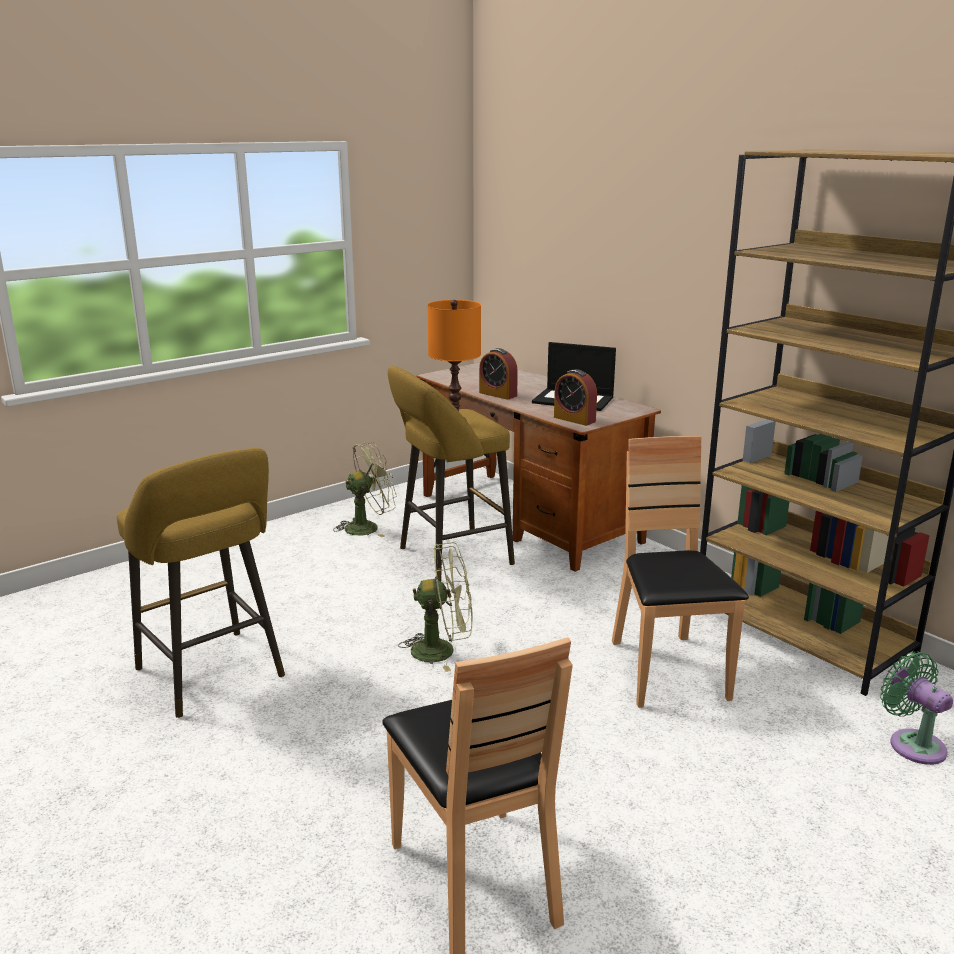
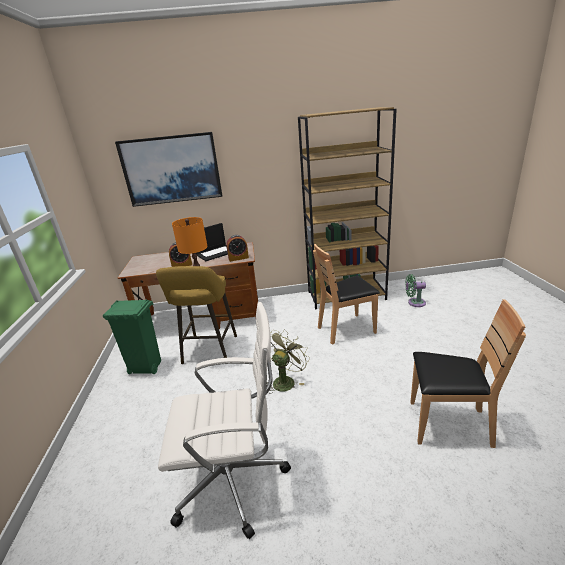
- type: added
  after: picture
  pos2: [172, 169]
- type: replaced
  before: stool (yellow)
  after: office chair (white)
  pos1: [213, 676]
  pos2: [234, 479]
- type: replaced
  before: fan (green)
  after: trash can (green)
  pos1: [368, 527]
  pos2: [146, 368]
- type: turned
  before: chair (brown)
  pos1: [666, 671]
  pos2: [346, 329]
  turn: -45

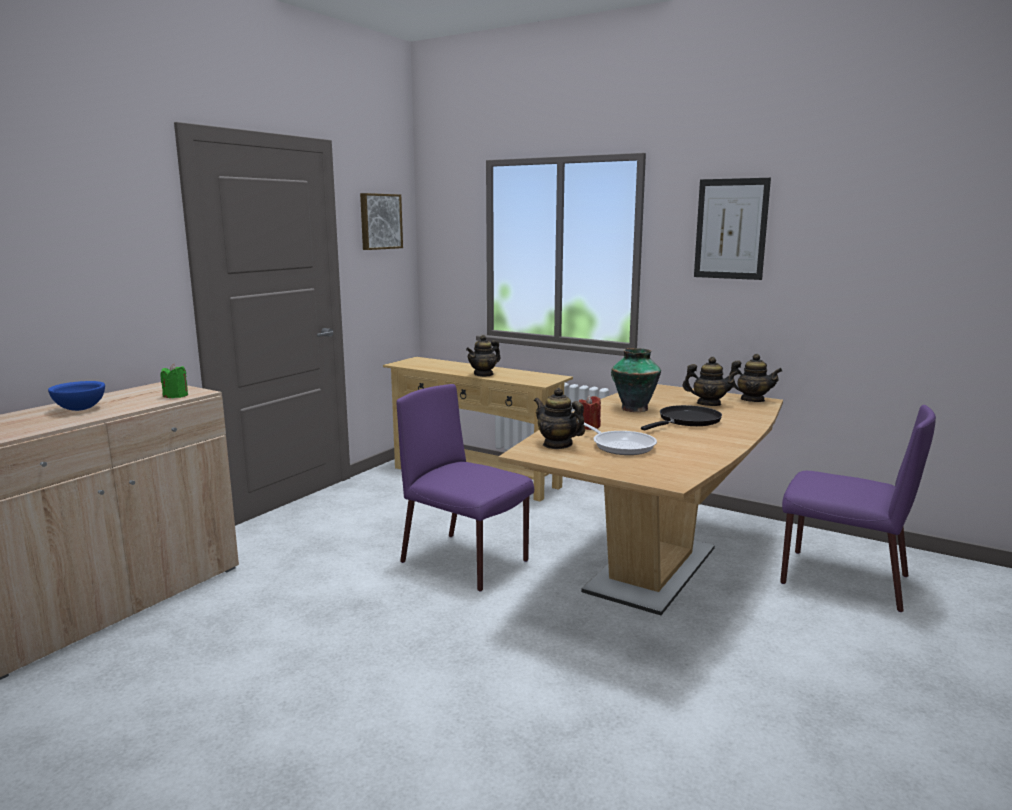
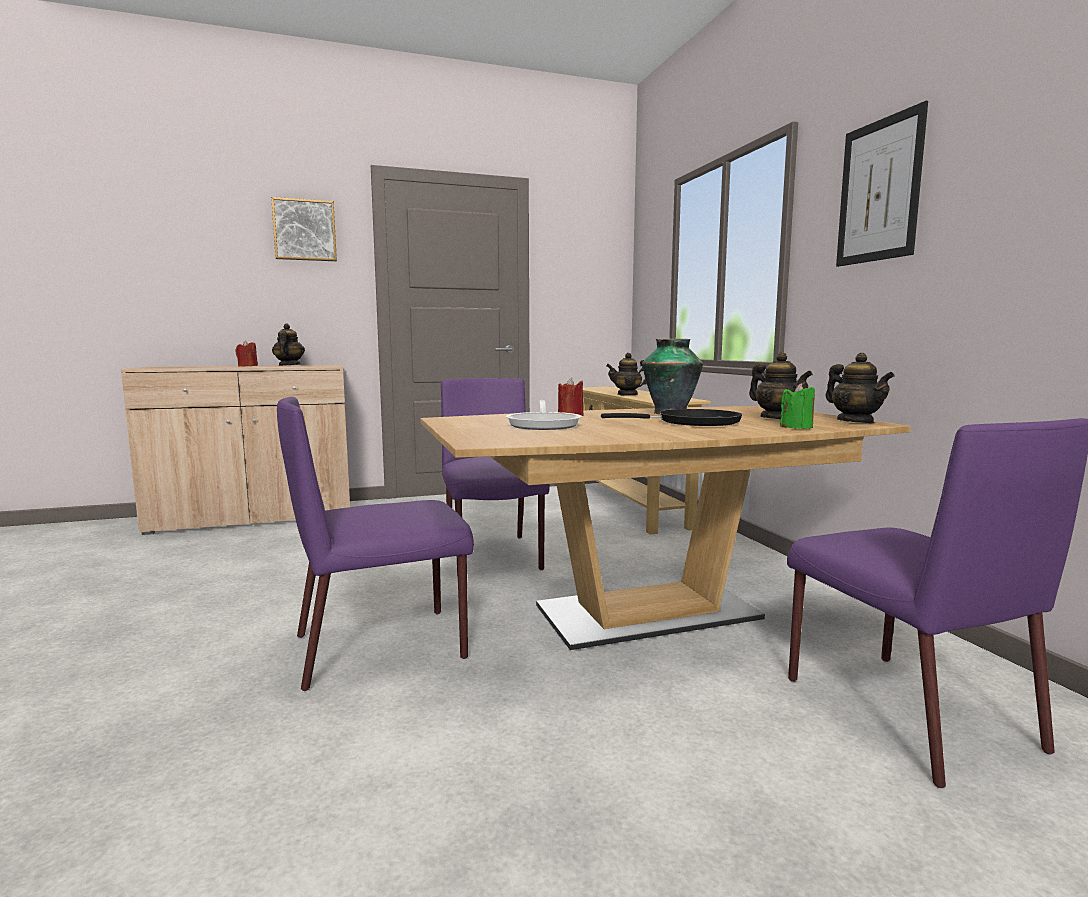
- type: added
  after: chair (purple)
  pos2: [383, 646]
- type: moved
  before: candle (green)
  pos1: [176, 396]
  pos2: [796, 427]
- type: moved
  before: picture
  pos1: [379, 221]
  pos2: [305, 230]
- type: moved
  before: teapot
  pos1: [557, 445]
  pos2: [289, 365]
- type: replaced
  before: bowl (blue)
  after: candle (red)
  pos1: [79, 409]
  pos2: [247, 366]

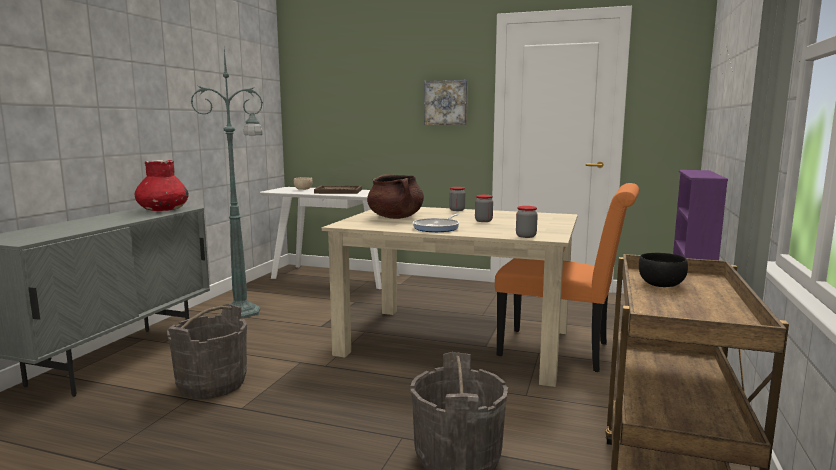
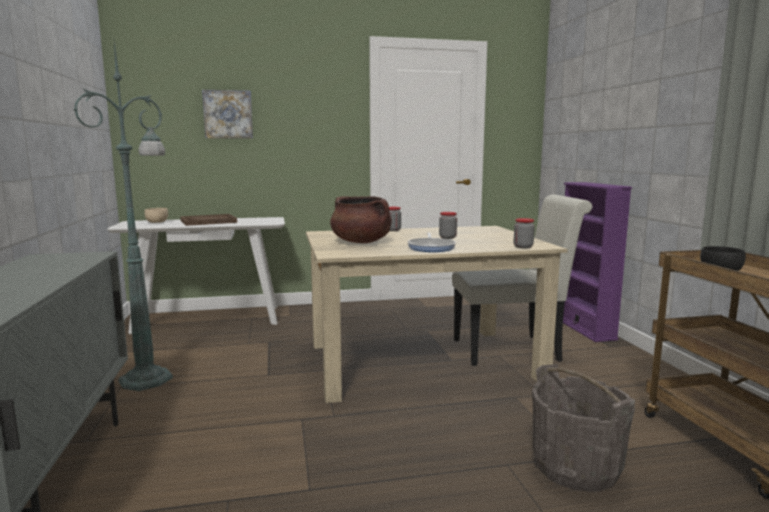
- type: removed
  before: vase (red)
  pos1: [163, 210]
- type: removed
  before: bucket (grey)
  pos1: [211, 384]
- type: moved
  before: picture
  pos1: [446, 103]
  pos2: [228, 114]
- type: recoloured
  before: chair (orange)
  after: chair (white)
  pos1: [562, 351]
  pos2: [513, 350]

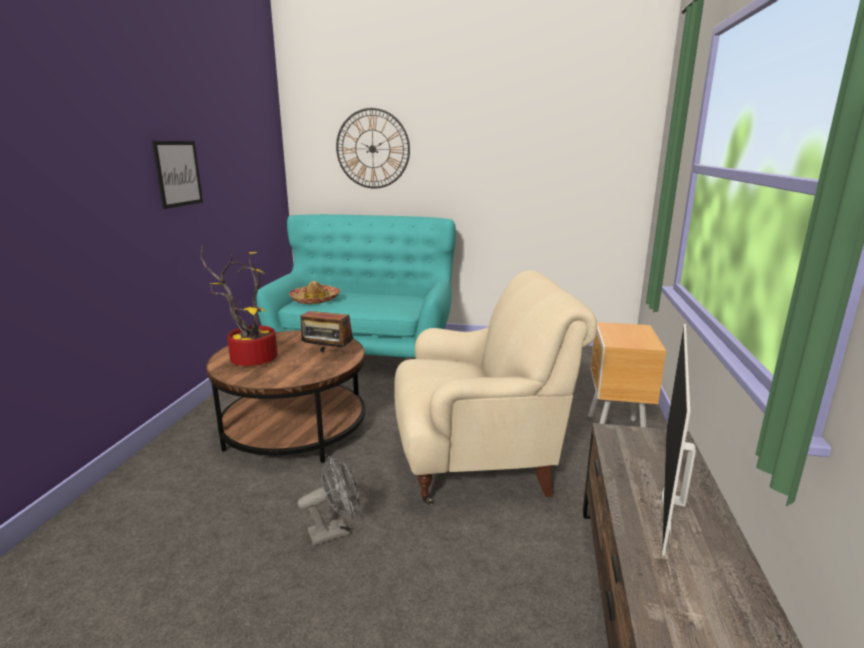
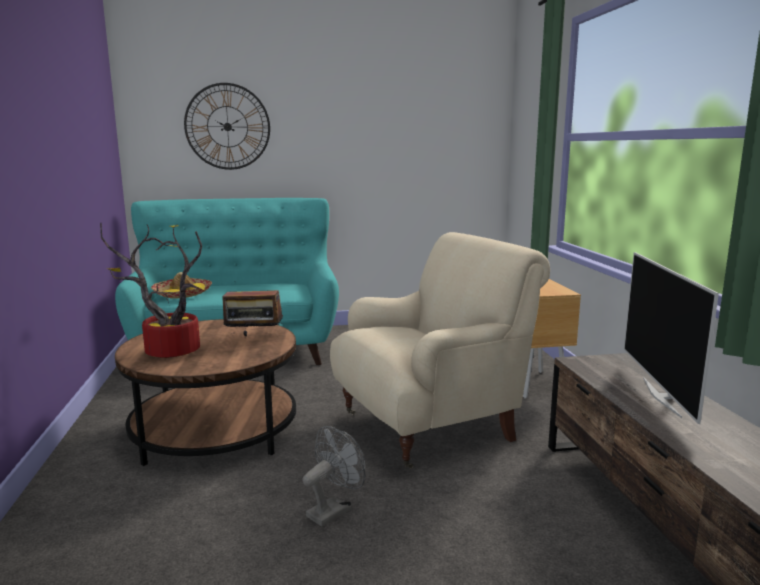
- type: removed
  before: picture
  pos1: [178, 173]

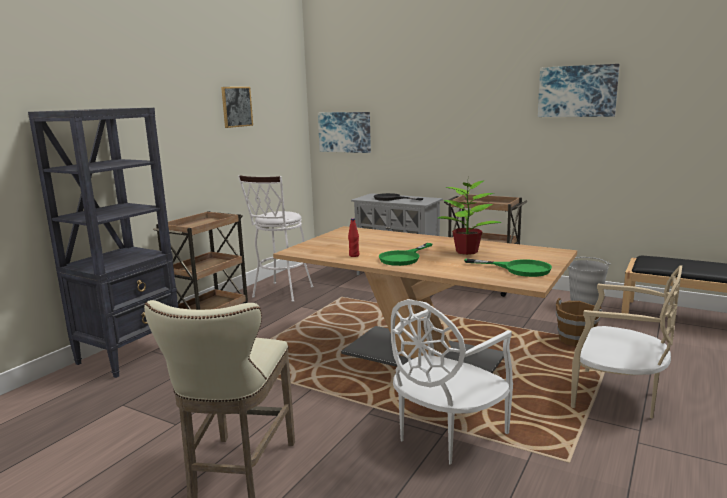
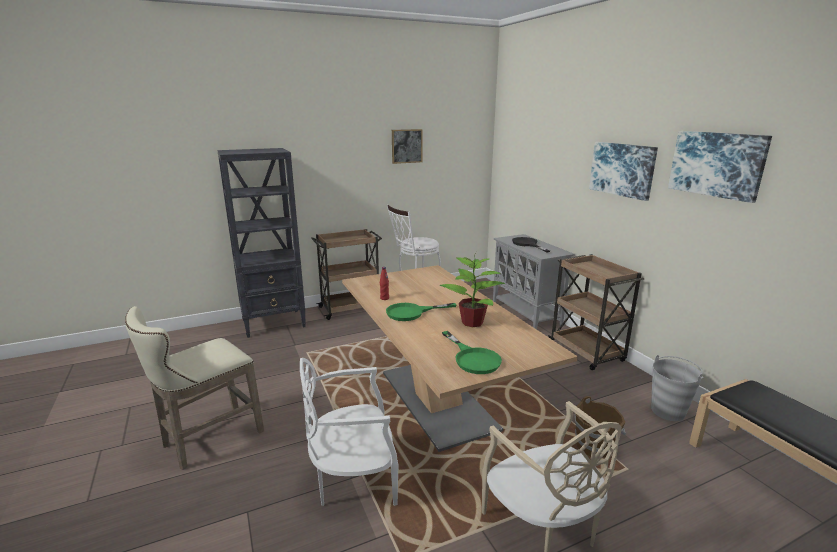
- type: moved
  before: picture
  pos1: [345, 132]
  pos2: [622, 169]

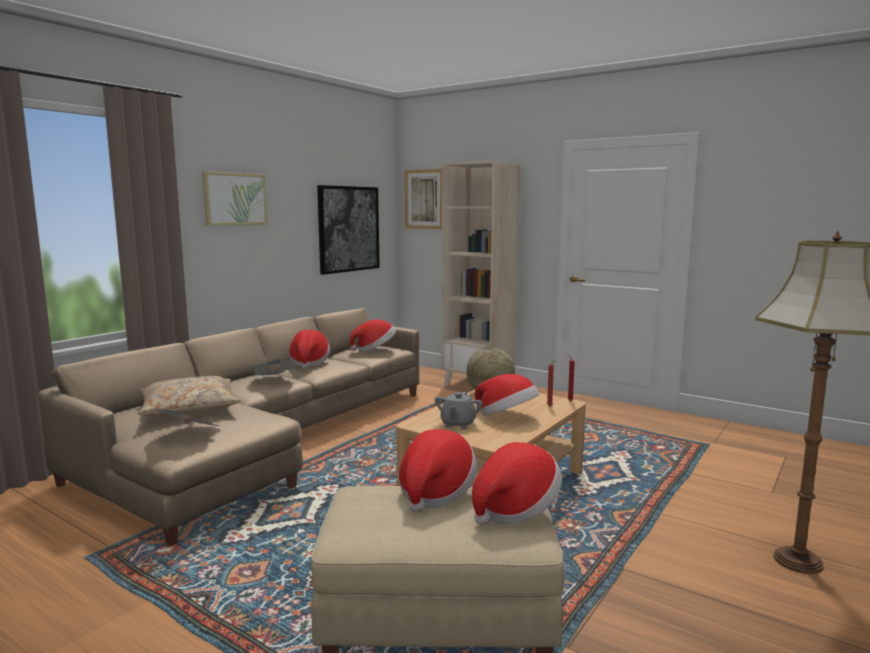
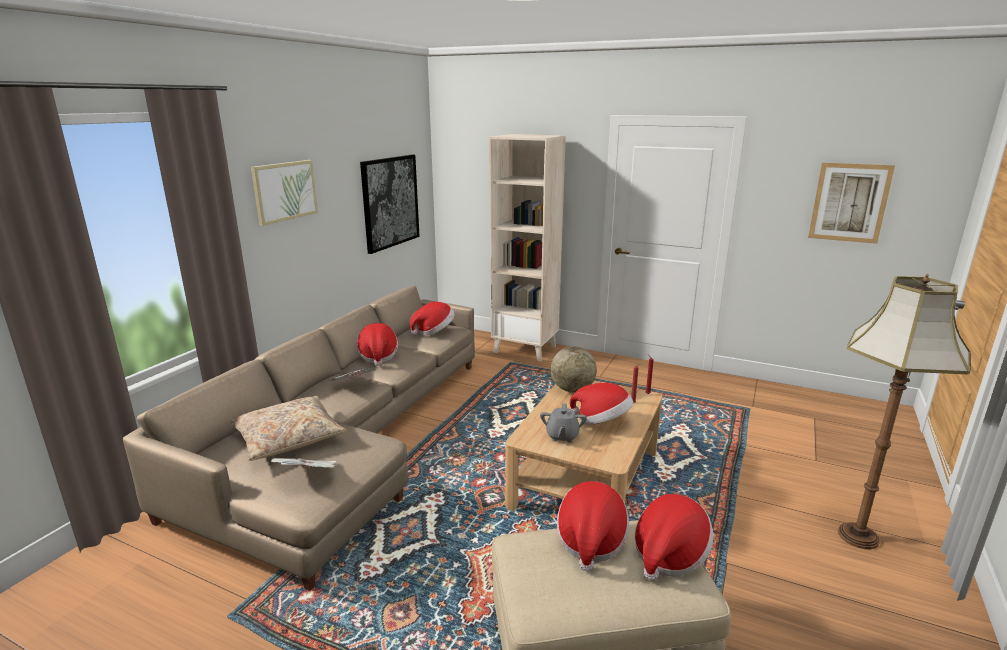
- type: moved
  before: picture
  pos1: [424, 199]
  pos2: [849, 202]

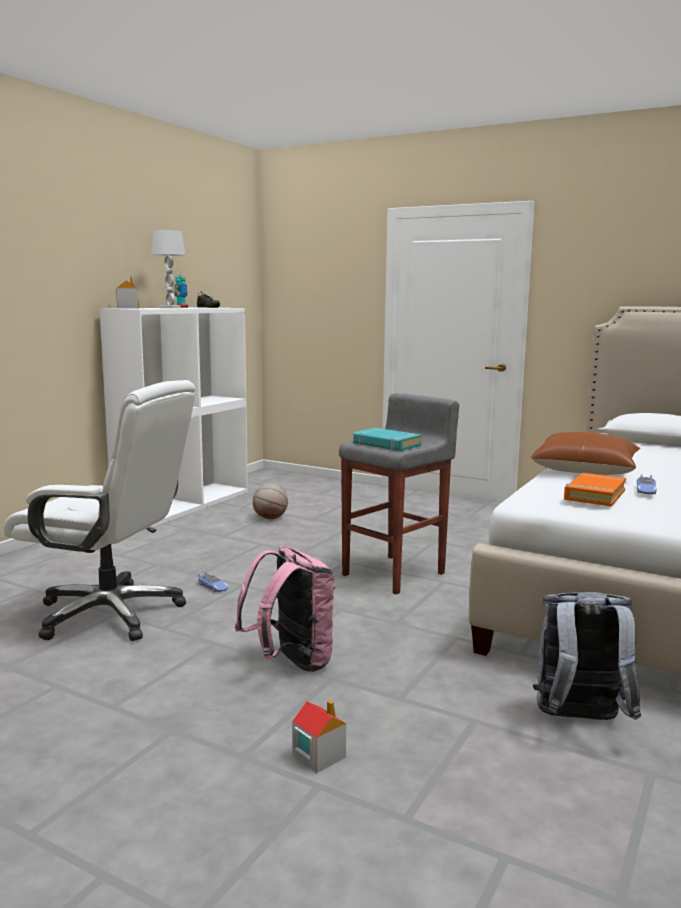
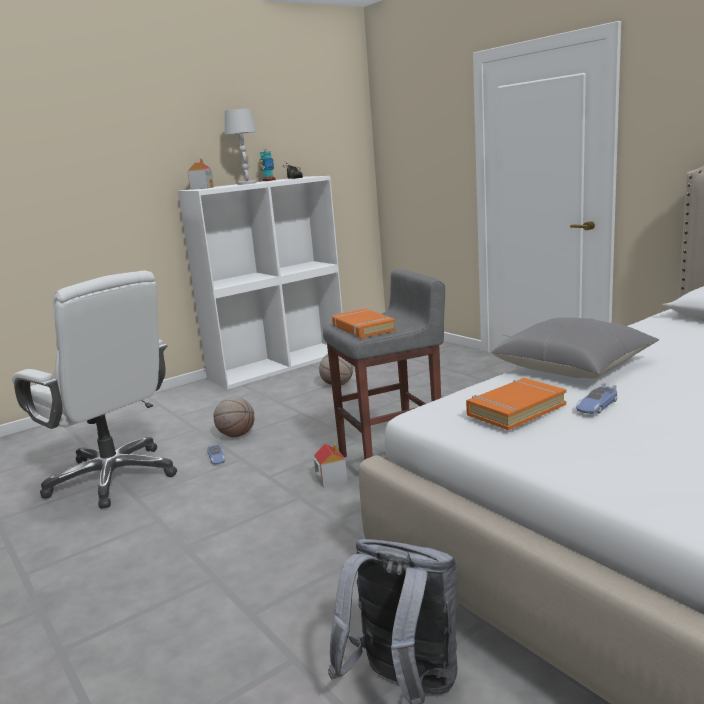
- type: removed
  before: backpack (pink)
  pos1: [291, 662]
- type: added
  after: basketball
  pos2: [237, 435]
- type: moved
  before: toy house
  pos1: [318, 756]
  pos2: [331, 479]
- type: recoloured
  before: book (turquoise)
  after: book (orange)
  pos1: [386, 444]
  pos2: [363, 328]
- type: recoloured
  before: pillow (brown)
  after: pillow (grey)
  pos1: [585, 470]
  pos2: [574, 366]

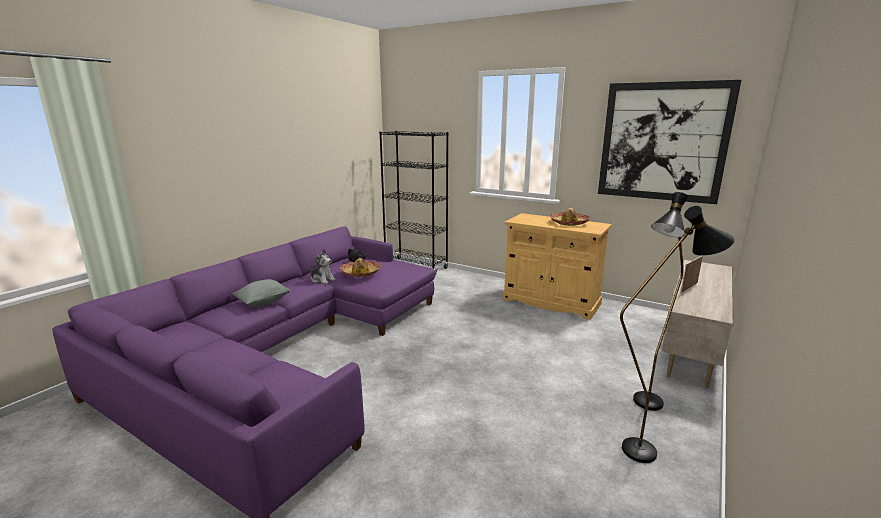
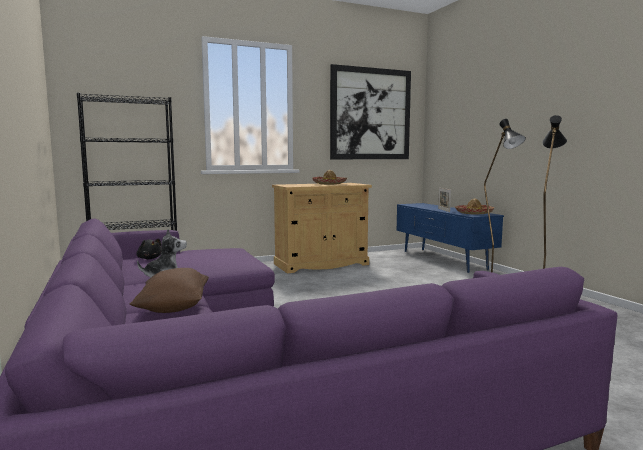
- type: moved
  before: hat
  pos1: [360, 273]
  pos2: [474, 213]
- type: recoloured
  before: pillow (grey)
  after: pillow (brown)
  pos1: [263, 302]
  pos2: [173, 308]
- type: recoloured
  before: tv stand (beige)
  after: tv stand (blue)
  pos1: [691, 349]
  pos2: [442, 260]

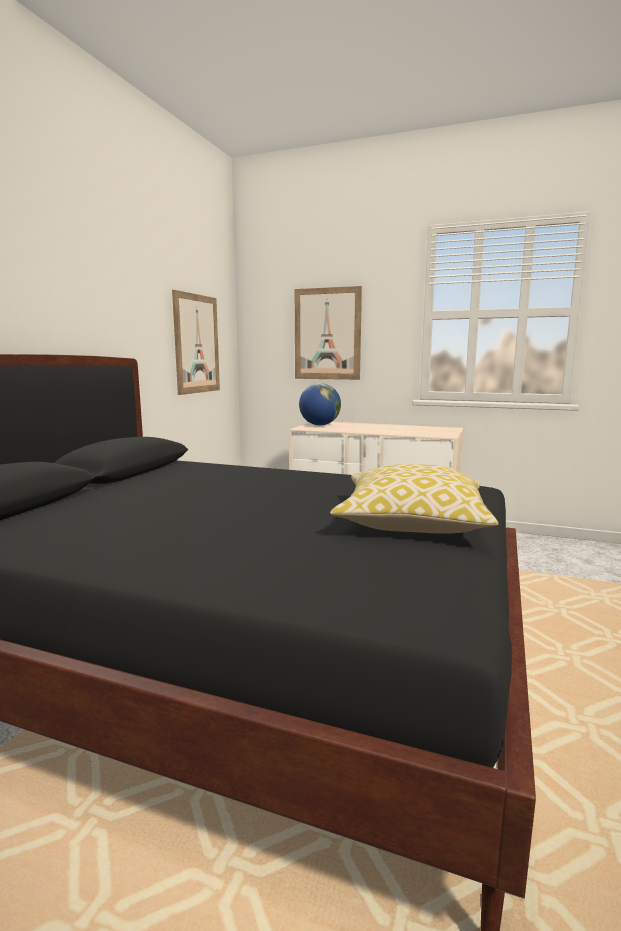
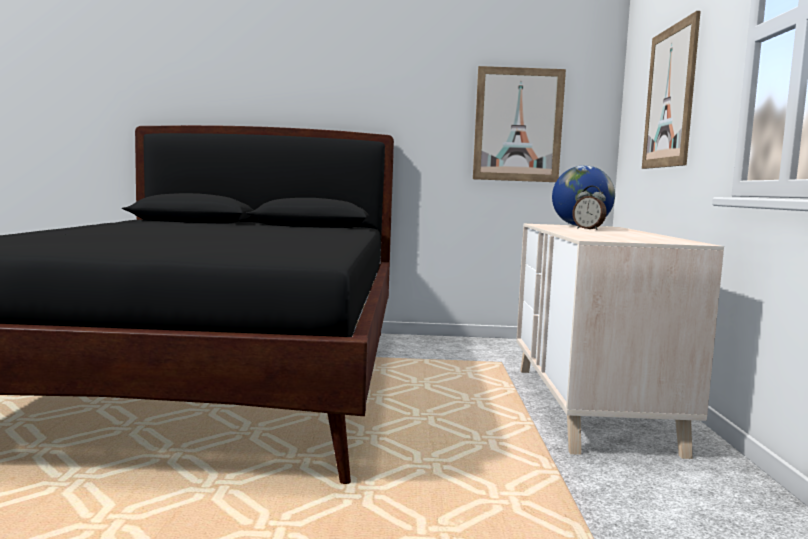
- type: removed
  before: pillow
  pos1: [411, 522]
- type: added
  after: alarm clock
  pos2: [588, 229]

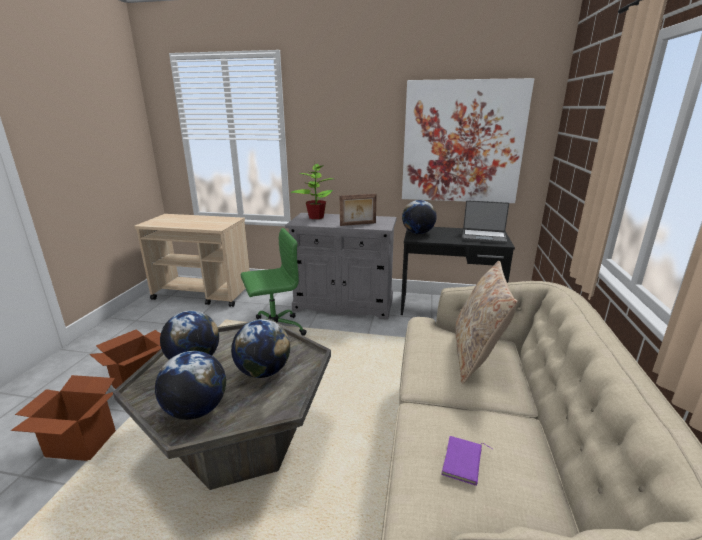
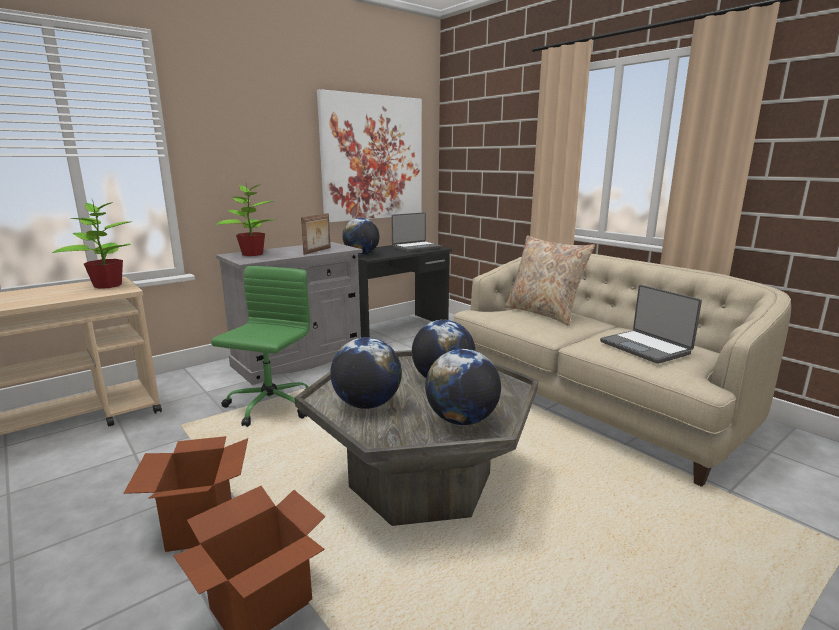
- type: added
  after: potted plant
  pos2: [107, 285]
- type: replaced
  before: book (purple)
  after: laptop
  pos1: [464, 462]
  pos2: [646, 347]

